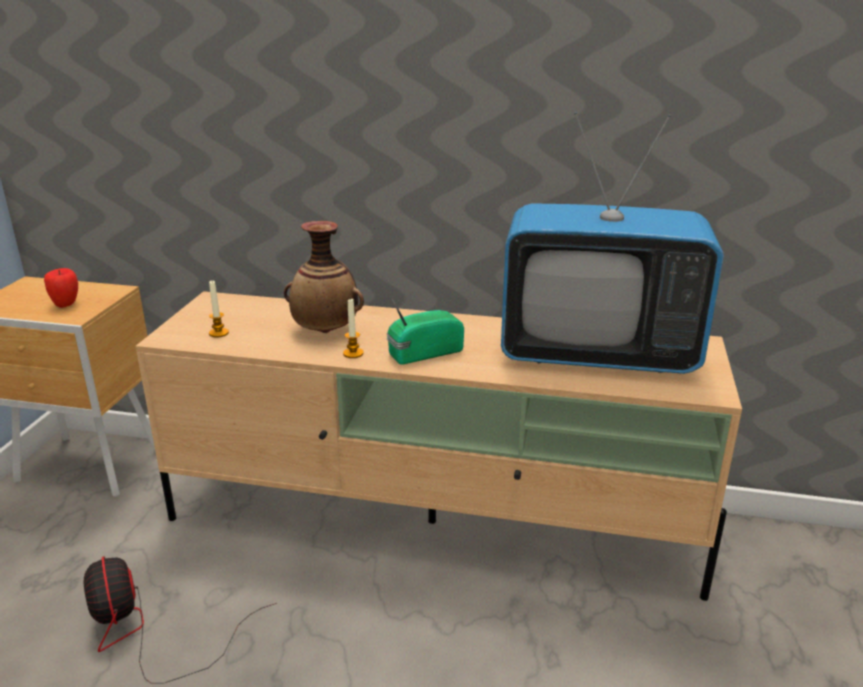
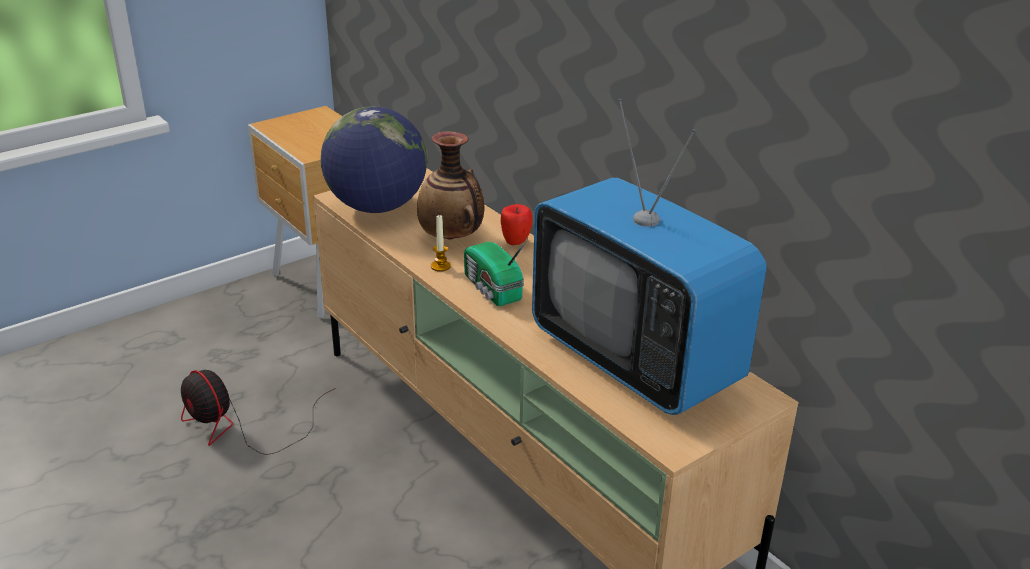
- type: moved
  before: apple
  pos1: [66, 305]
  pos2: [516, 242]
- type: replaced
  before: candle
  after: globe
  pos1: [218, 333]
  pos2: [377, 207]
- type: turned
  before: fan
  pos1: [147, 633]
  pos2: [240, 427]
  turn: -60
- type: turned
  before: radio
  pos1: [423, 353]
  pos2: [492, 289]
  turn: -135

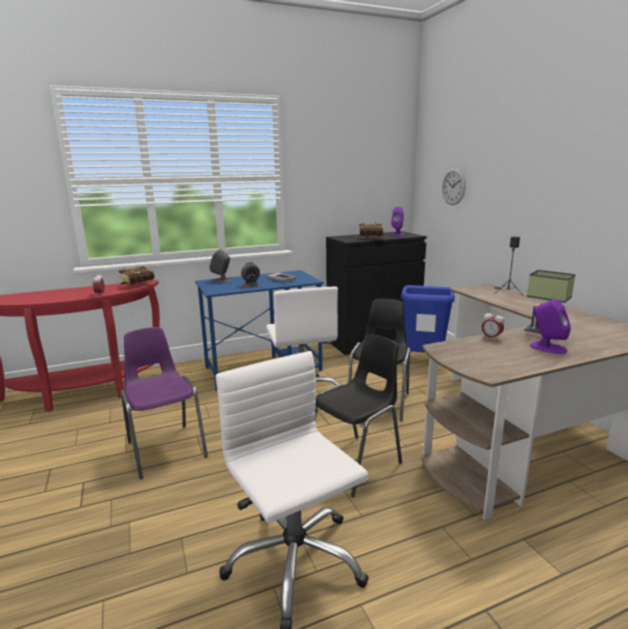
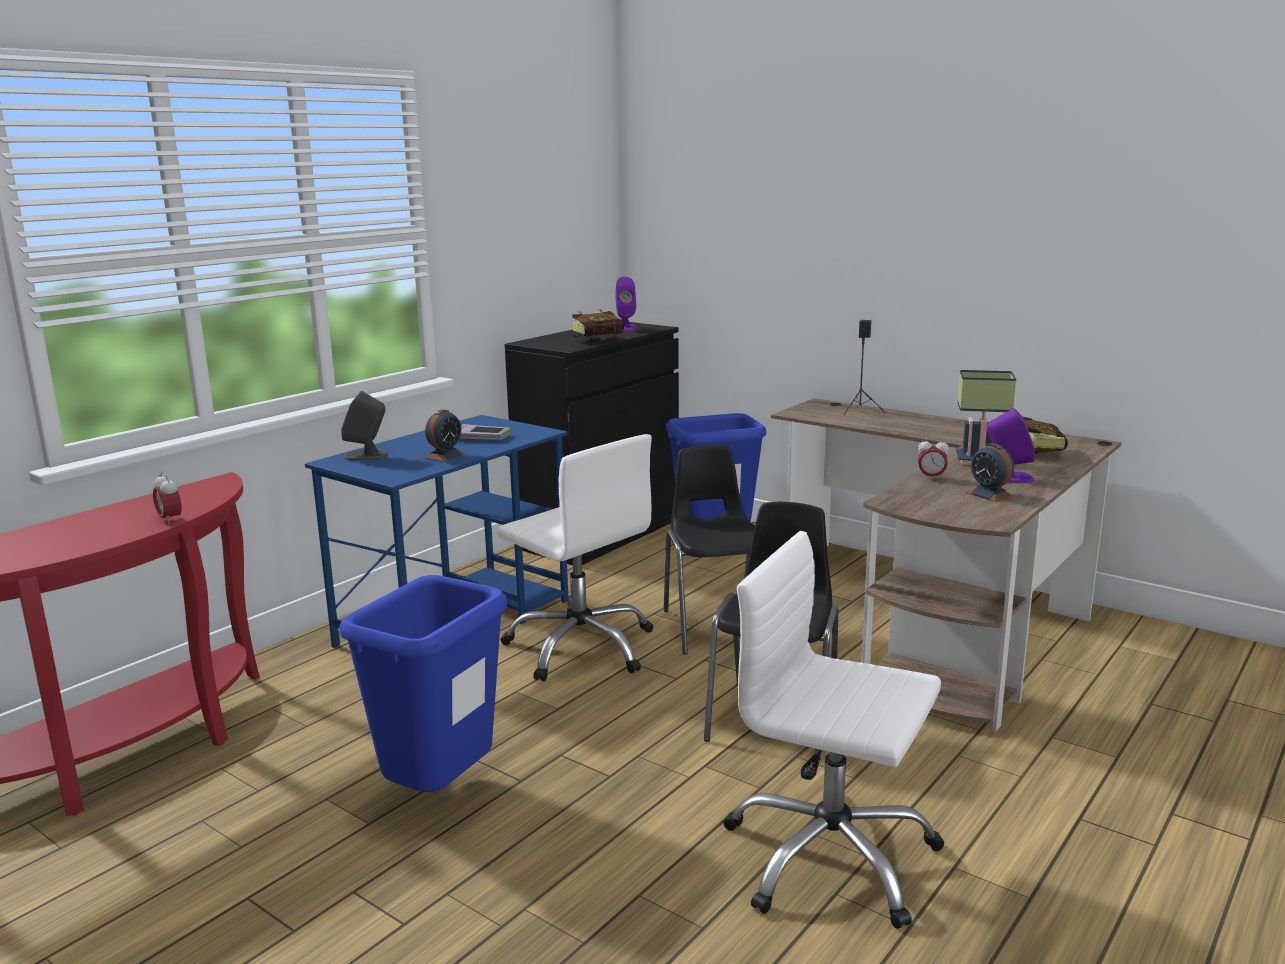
- type: removed
  before: wall clock
  pos1: [453, 187]
- type: added
  after: alarm clock
  pos2: [990, 494]
- type: moved
  before: book
  pos1: [141, 284]
  pos2: [1038, 451]
- type: replaced
  before: chair (purple)
  after: trash can (blue)
  pos1: [165, 448]
  pos2: [441, 794]

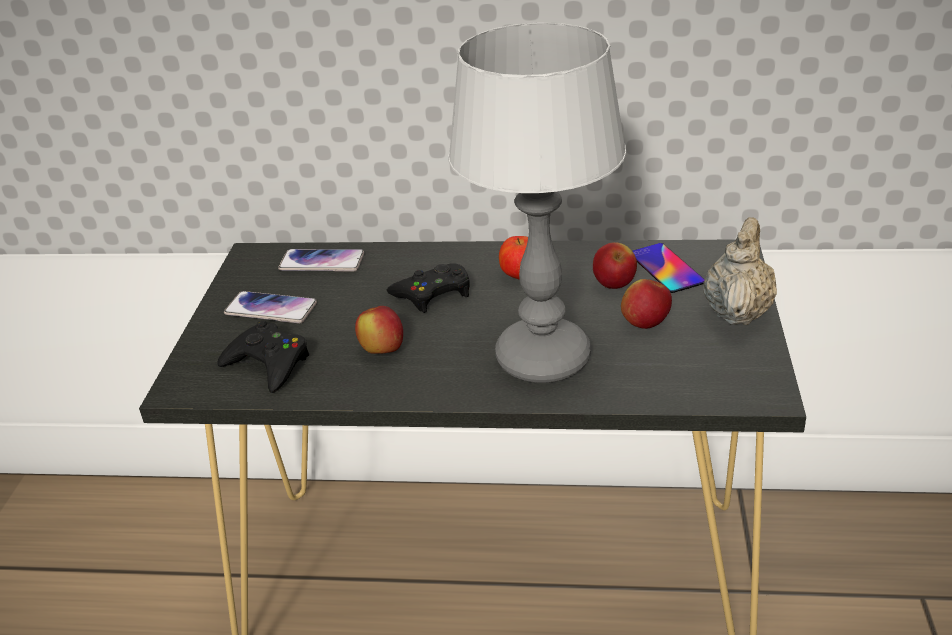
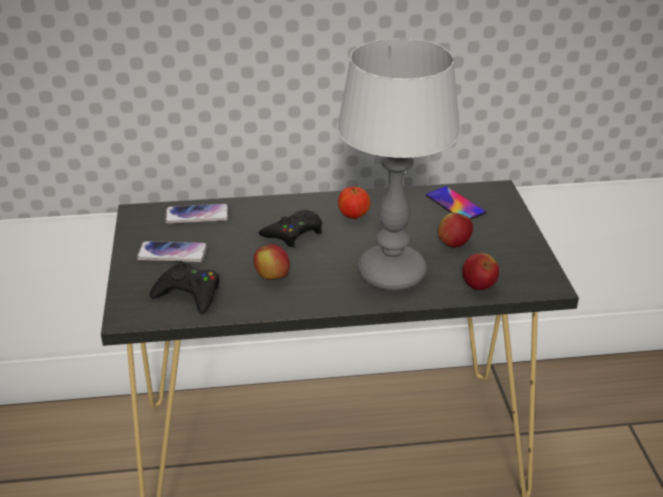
- type: removed
  before: teapot (beige)
  pos1: [737, 311]
- type: moved
  before: apple
  pos1: [614, 285]
  pos2: [478, 286]

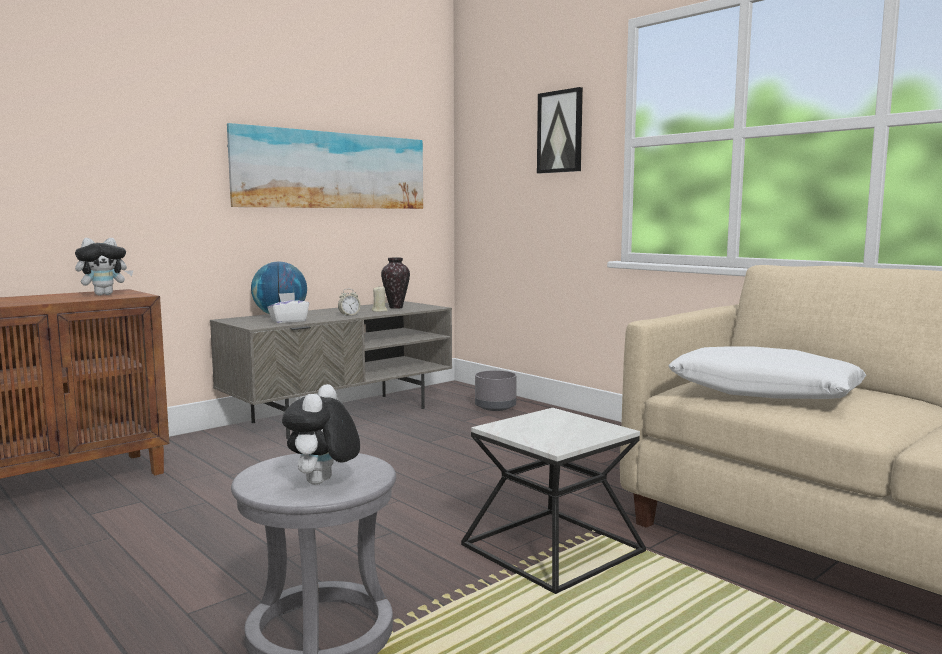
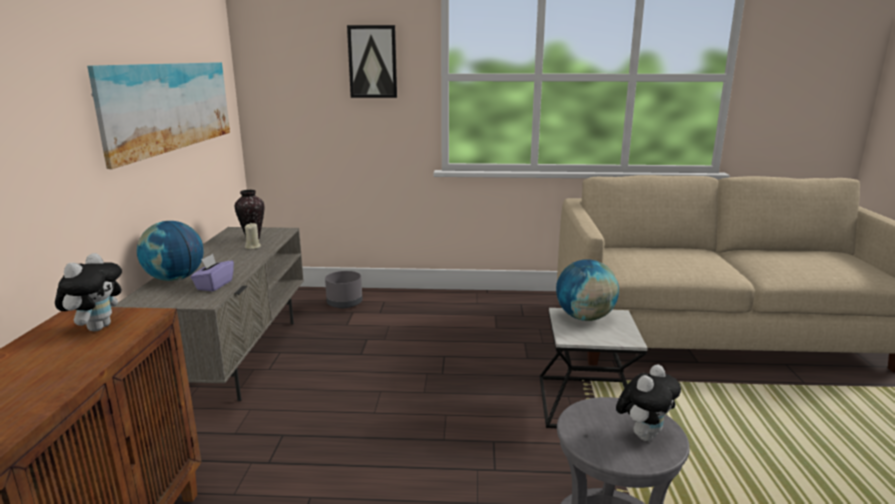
- type: removed
  before: alarm clock
  pos1: [349, 315]
- type: removed
  before: pillow (white)
  pos1: [764, 392]
- type: added
  after: globe
  pos2: [584, 317]
- type: recoloured
  before: tissue box (white)
  after: tissue box (purple)
  pos1: [288, 321]
  pos2: [214, 285]
- type: turned
  before: plush toy
  pos1: [323, 483]
  pos2: [643, 434]
  turn: -105

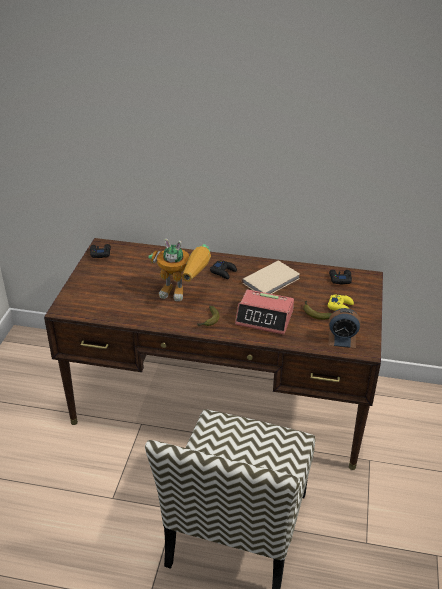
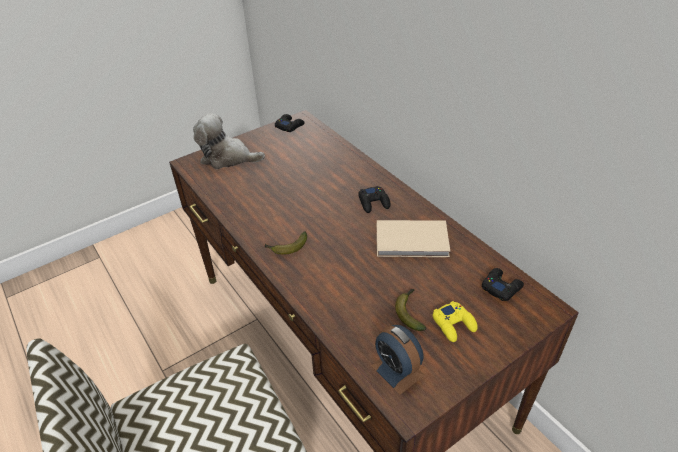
- type: removed
  before: toy robot
  pos1: [183, 294]
- type: removed
  before: alarm clock
  pos1: [264, 318]
- type: added
  after: plush toy
  pos2: [227, 158]

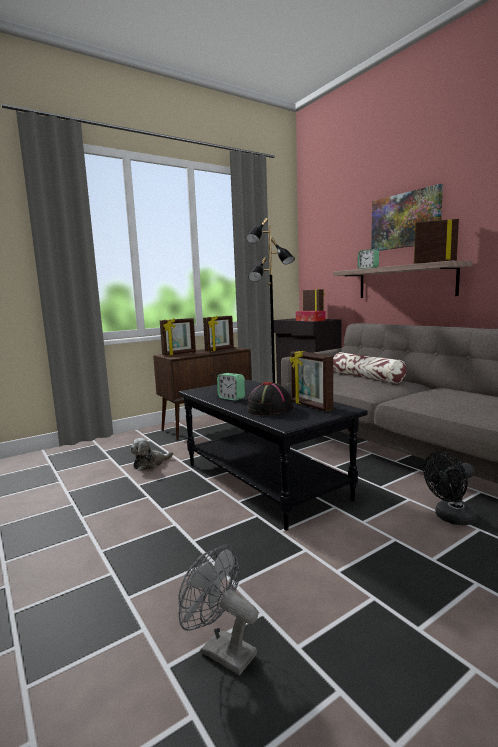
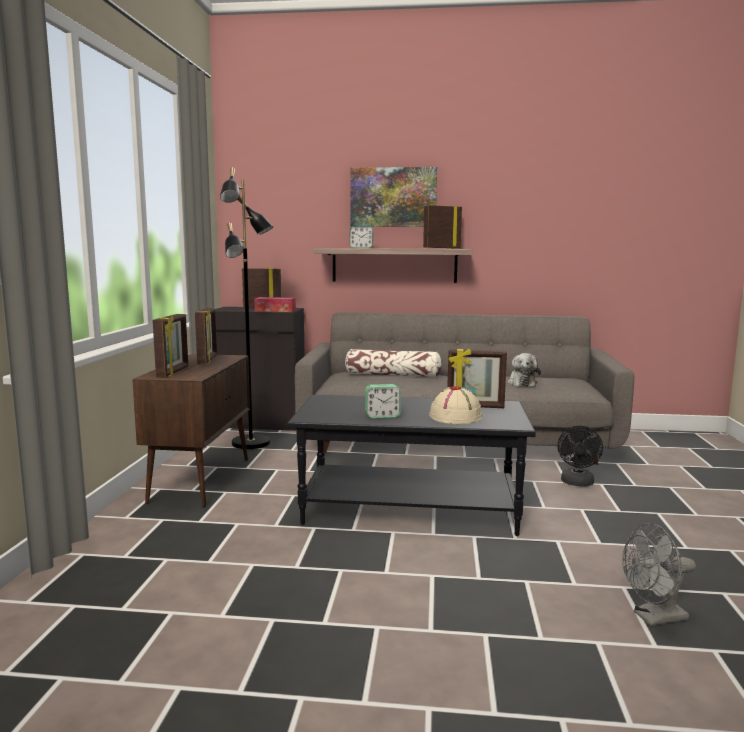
- type: moved
  before: plush toy
  pos1: [150, 464]
  pos2: [522, 383]
- type: recoloured
  before: hat (black)
  after: hat (beige)
  pos1: [270, 409]
  pos2: [456, 417]

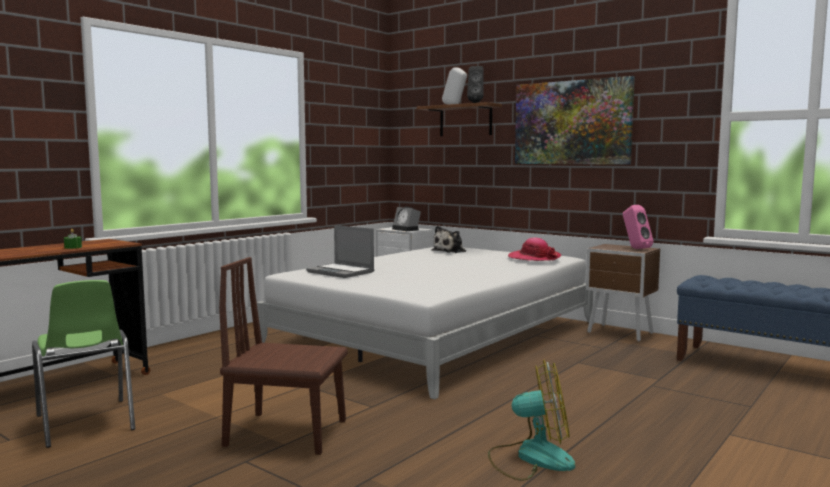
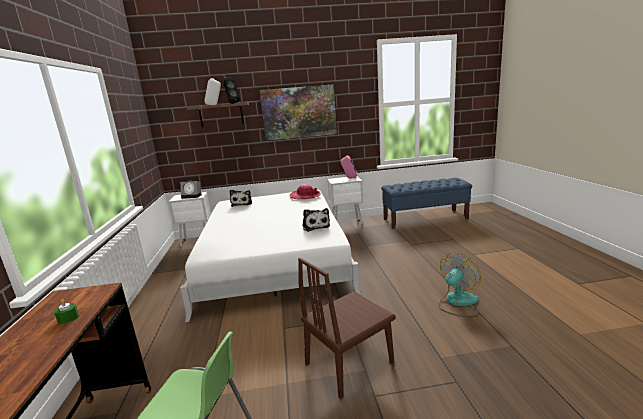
- type: removed
  before: laptop
  pos1: [342, 272]
- type: added
  after: plush toy
  pos2: [315, 226]
- type: recoloured
  before: nightstand (brown)
  after: nightstand (white)
  pos1: [621, 333]
  pos2: [347, 223]

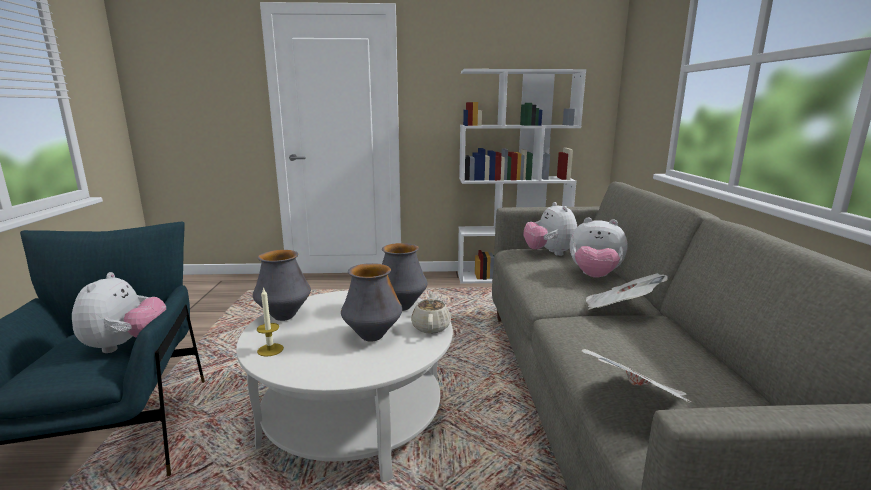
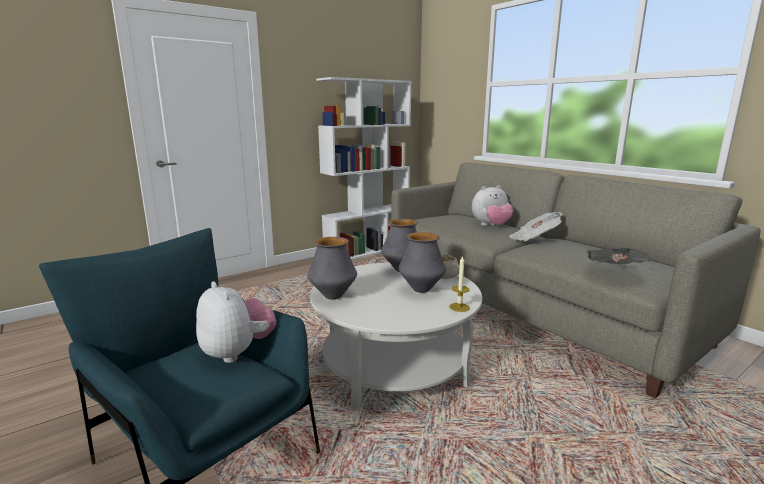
- type: removed
  before: plush toy
  pos1: [549, 253]
- type: moved
  before: candle
  pos1: [270, 350]
  pos2: [459, 307]

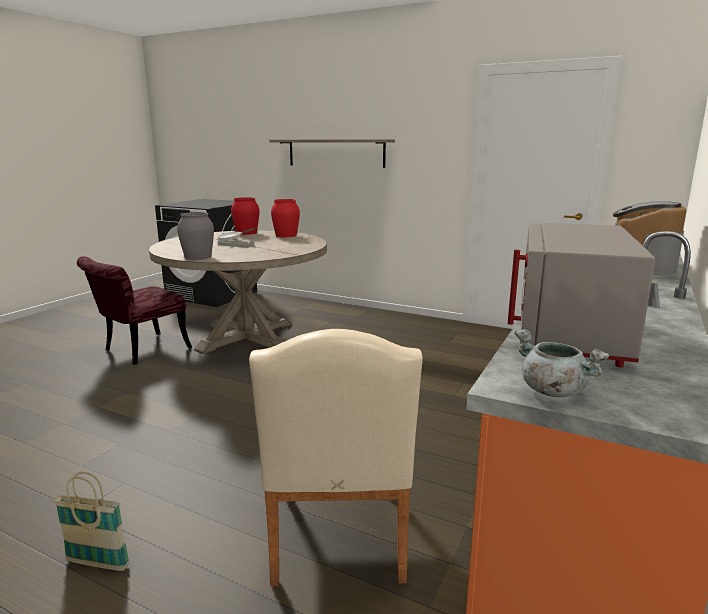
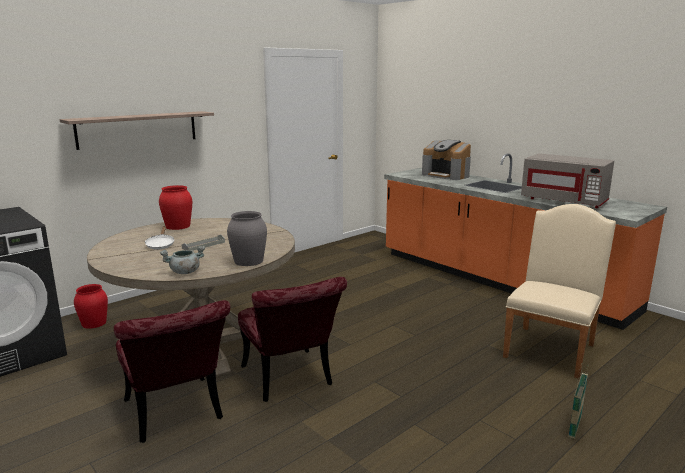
- type: added
  after: chair (red)
  pos2: [290, 380]
- type: moved
  before: vase (red)
  pos1: [246, 233]
  pos2: [94, 323]
- type: moved
  before: cooking pot (grey)
  pos1: [552, 391]
  pos2: [185, 272]
- type: turned
  before: chair (beige)
  pos1: [337, 542]
  pos2: [551, 348]
  turn: -75

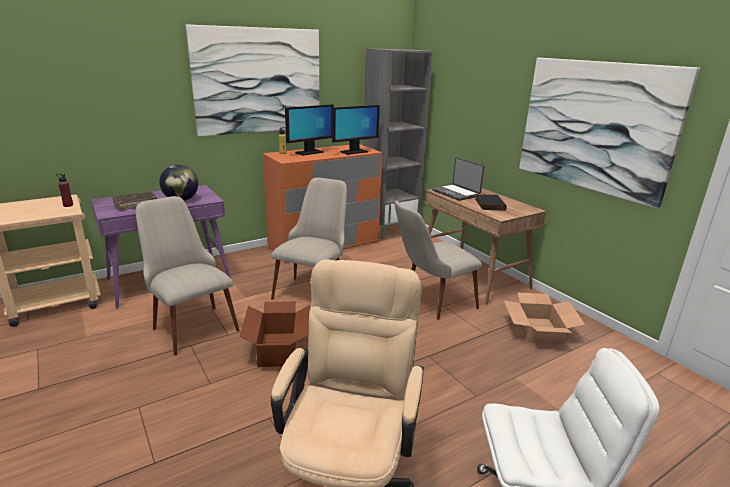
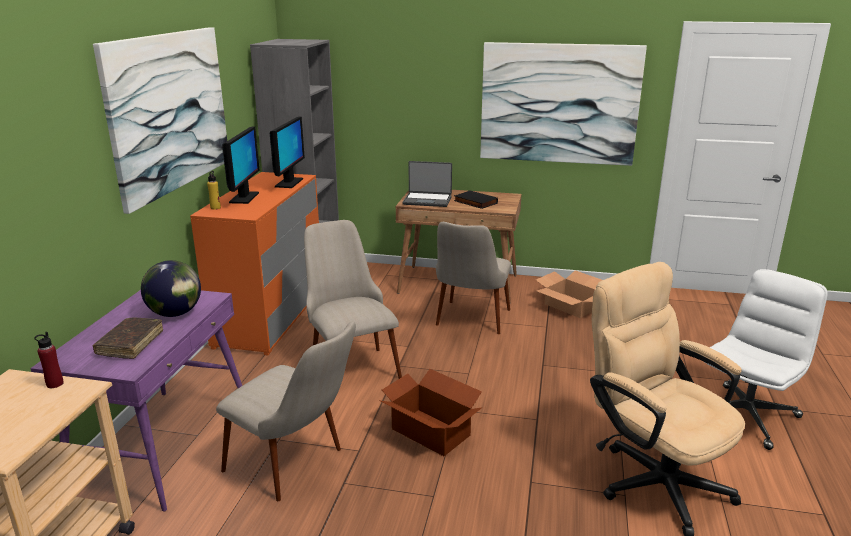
- type: turned
  before: chair (beige)
  pos1: [190, 323]
  pos2: [297, 467]
  turn: -150

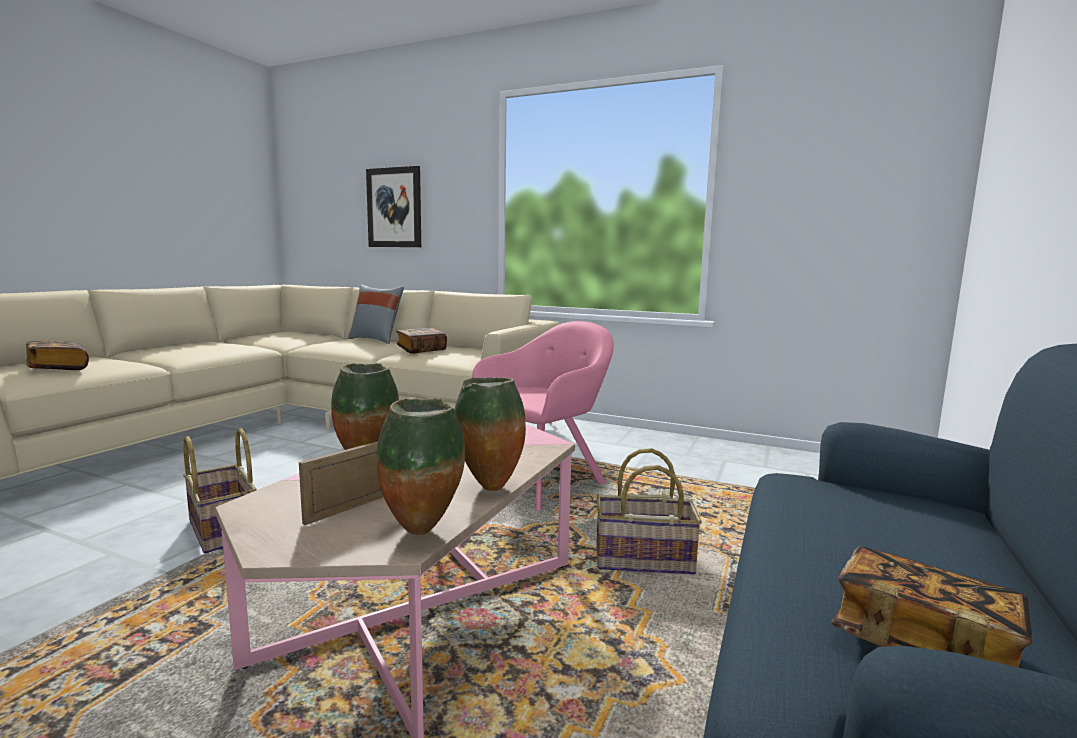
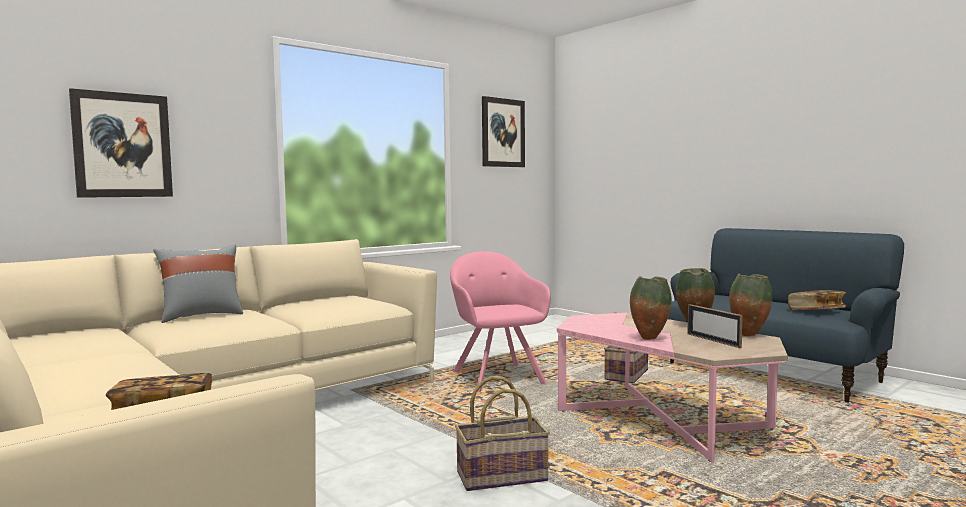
- type: removed
  before: book
  pos1: [421, 350]
- type: added
  after: picture
  pos2: [503, 133]

